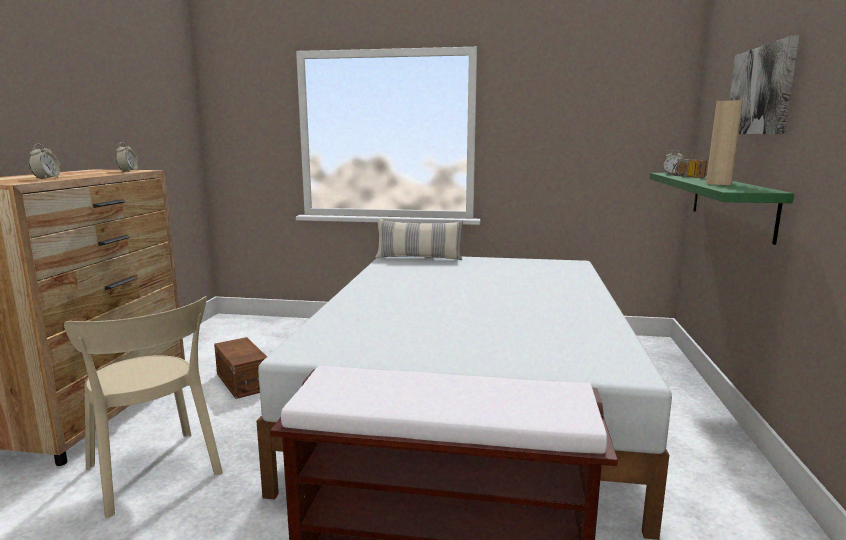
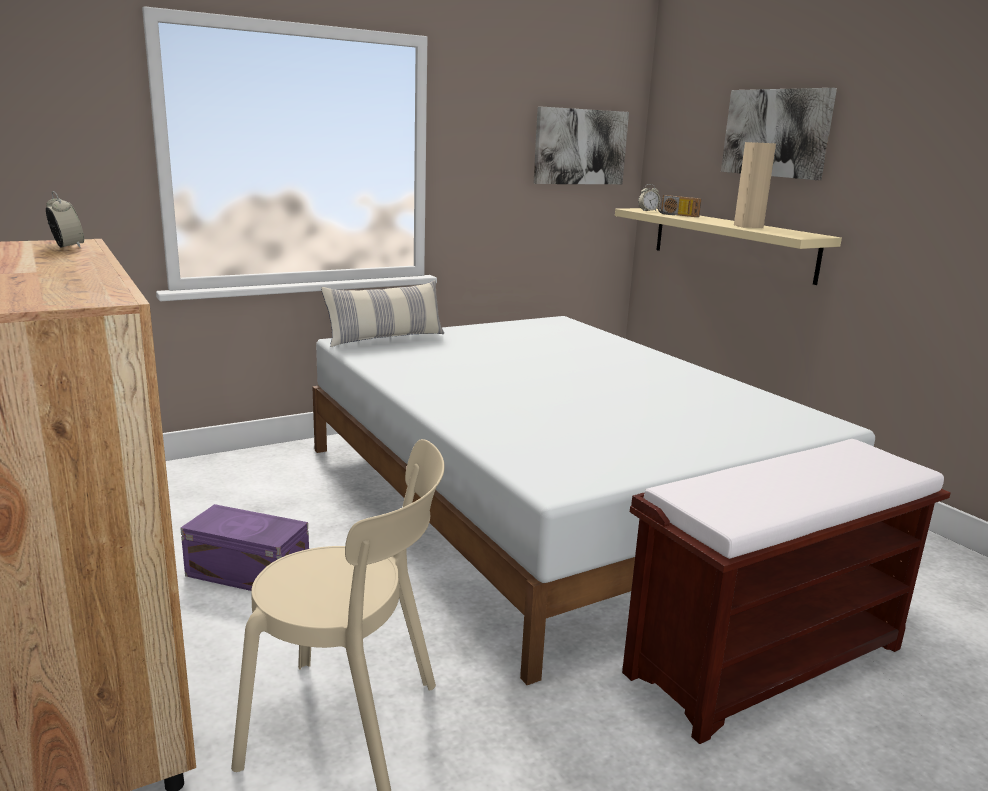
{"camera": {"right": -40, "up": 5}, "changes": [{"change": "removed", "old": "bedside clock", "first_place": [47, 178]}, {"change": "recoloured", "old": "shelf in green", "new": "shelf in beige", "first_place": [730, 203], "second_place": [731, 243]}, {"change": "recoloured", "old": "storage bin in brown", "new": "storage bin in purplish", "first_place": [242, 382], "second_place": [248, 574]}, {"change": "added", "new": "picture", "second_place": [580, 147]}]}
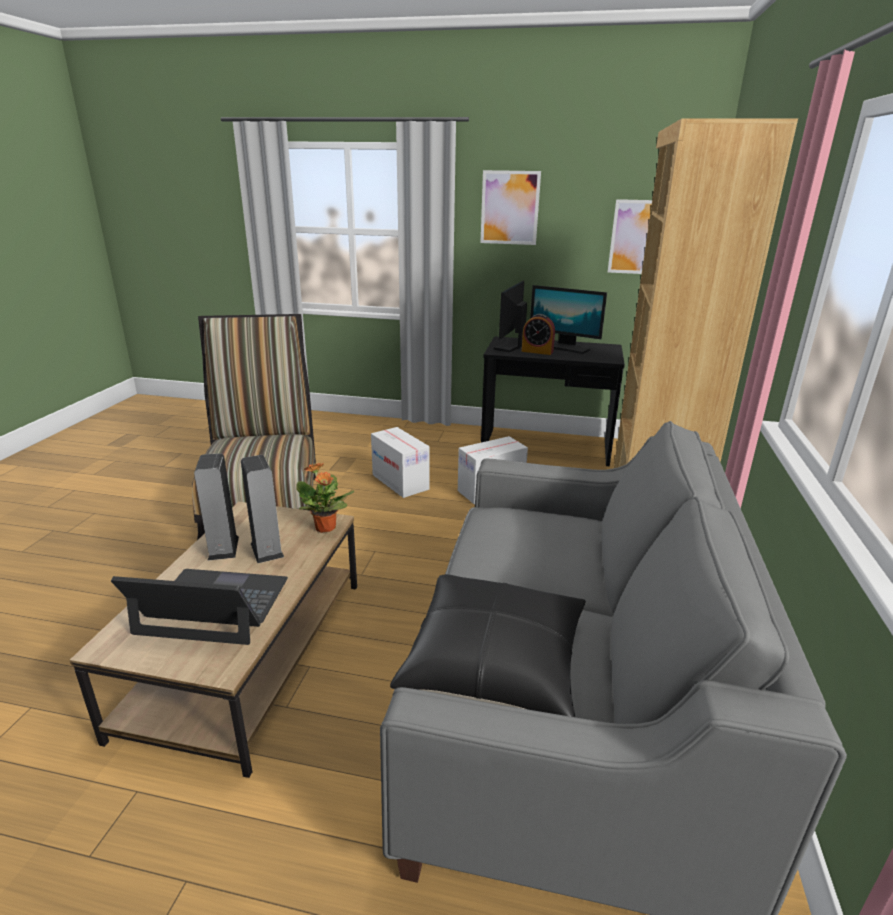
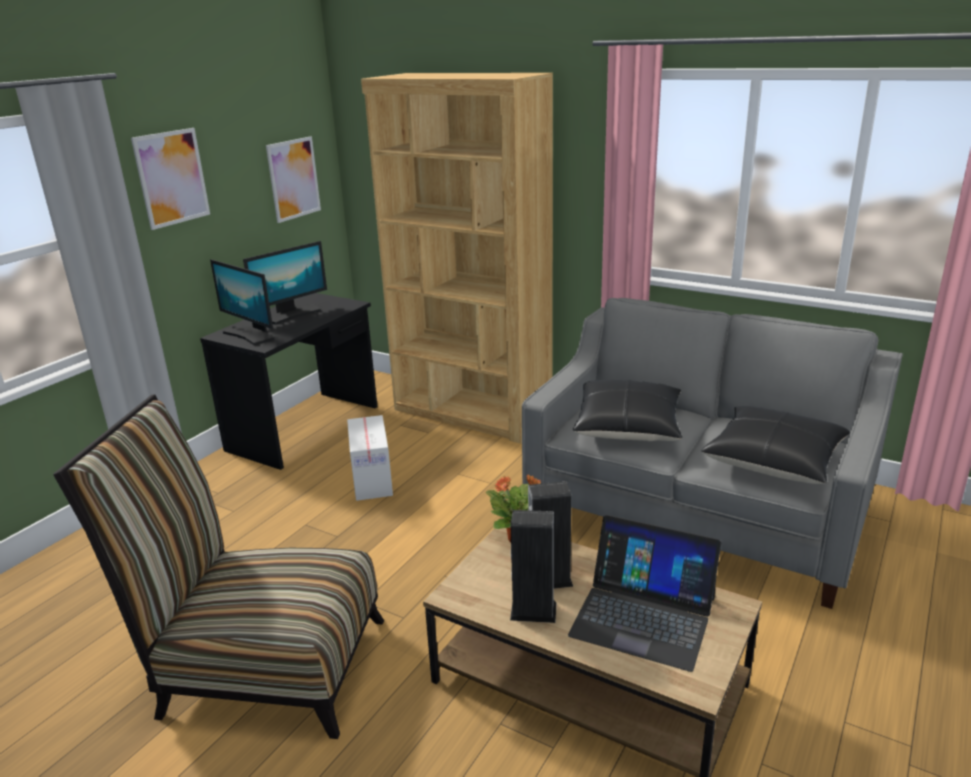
{"camera": {"right": -70, "up": 0}, "changes": [{"change": "removed", "old": "bedside clock", "first_place": [537, 351]}, {"change": "removed", "old": "carton", "first_place": [400, 482]}, {"change": "turned", "old": "notebook computer", "first_place": [213, 606], "second_place": [643, 615], "degrees": -90}, {"change": "added", "new": "pillow in black-coloured", "second_place": [628, 425]}]}
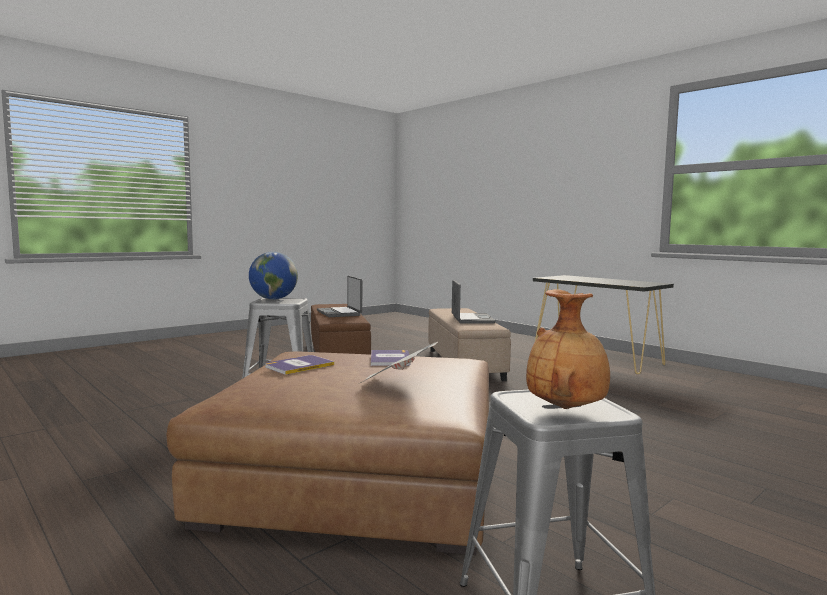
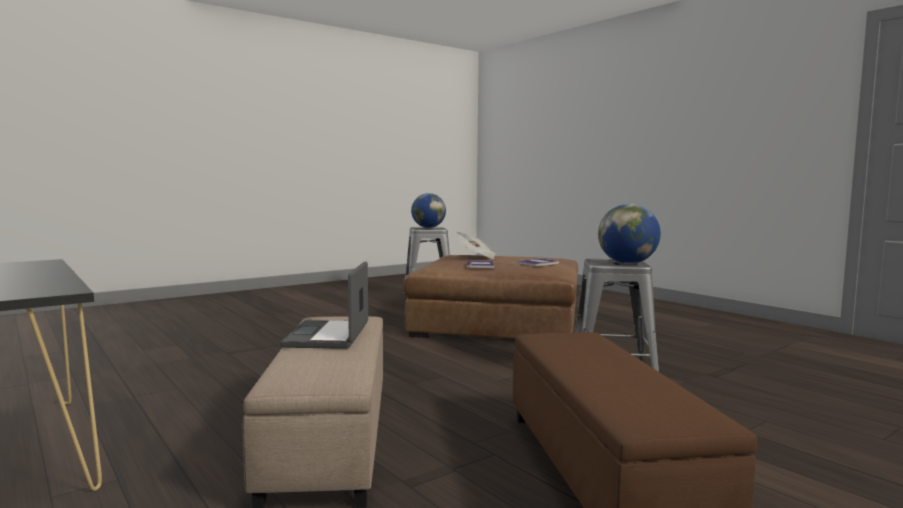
{"camera": {"right": -175, "up": 0}, "changes": [{"change": "removed", "old": "notebook computer", "first_place": [340, 313]}, {"change": "replaced", "old": "decorative vase in brown", "new": "world globe", "first_place": [567, 408], "second_place": [428, 227]}]}
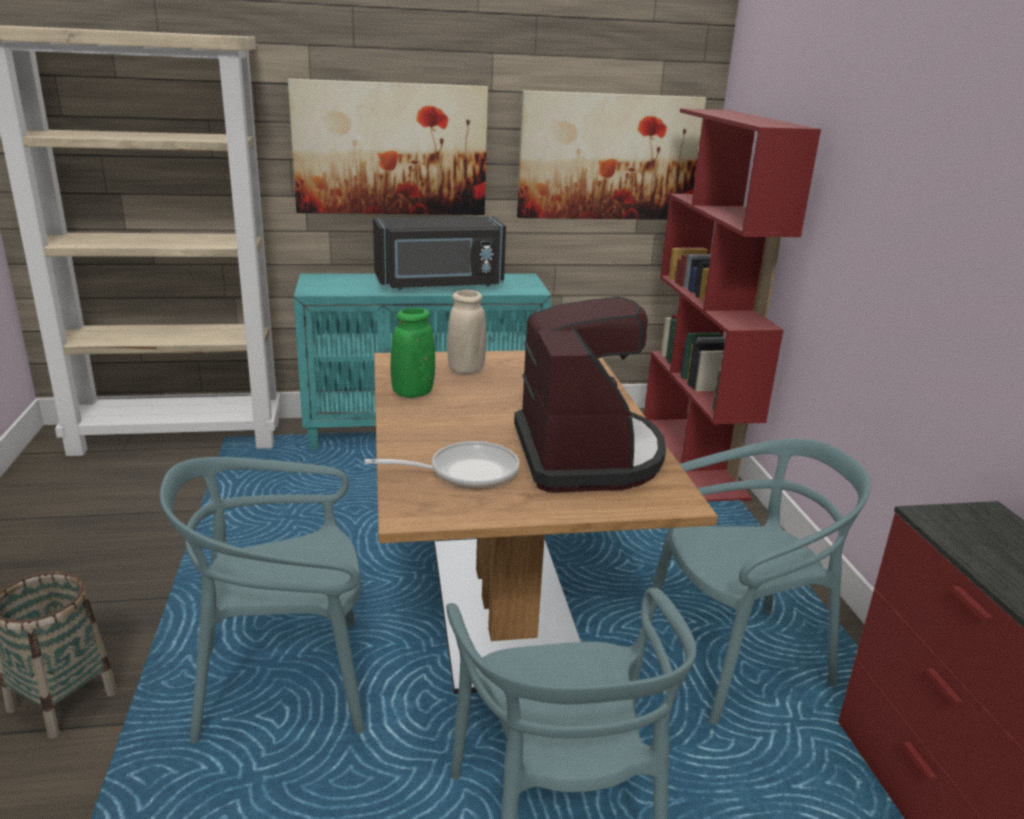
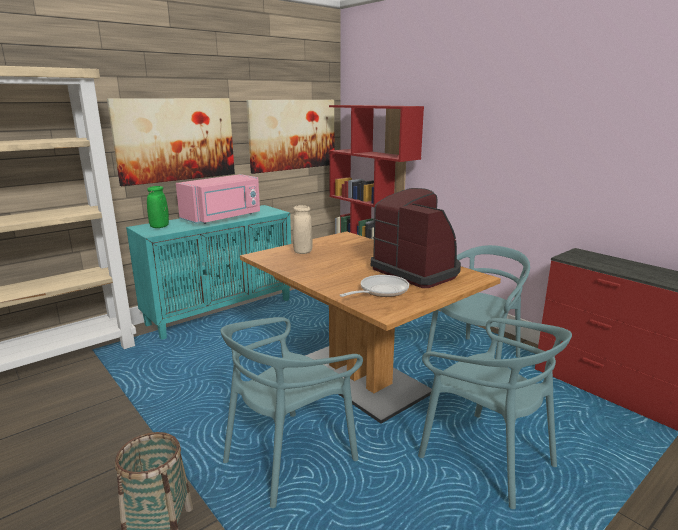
{"camera": {"right": -30, "up": -5}, "changes": [{"change": "recoloured", "old": "microwave in black-coloured", "new": "microwave in pink-coloured", "first_place": [440, 284], "second_place": [223, 218]}, {"change": "moved", "old": "decorative vase in green", "first_place": [413, 393], "second_place": [159, 227]}]}
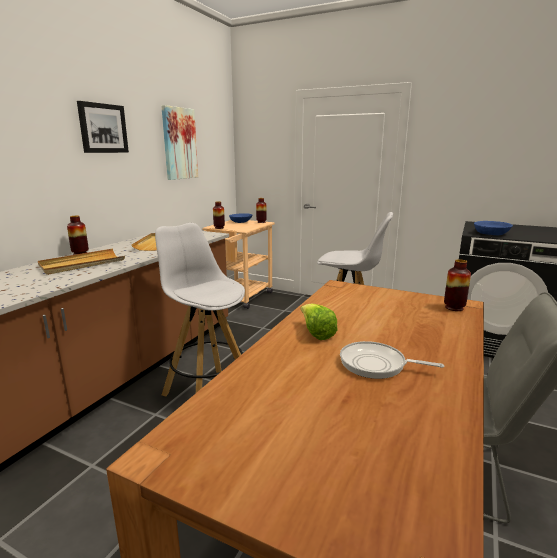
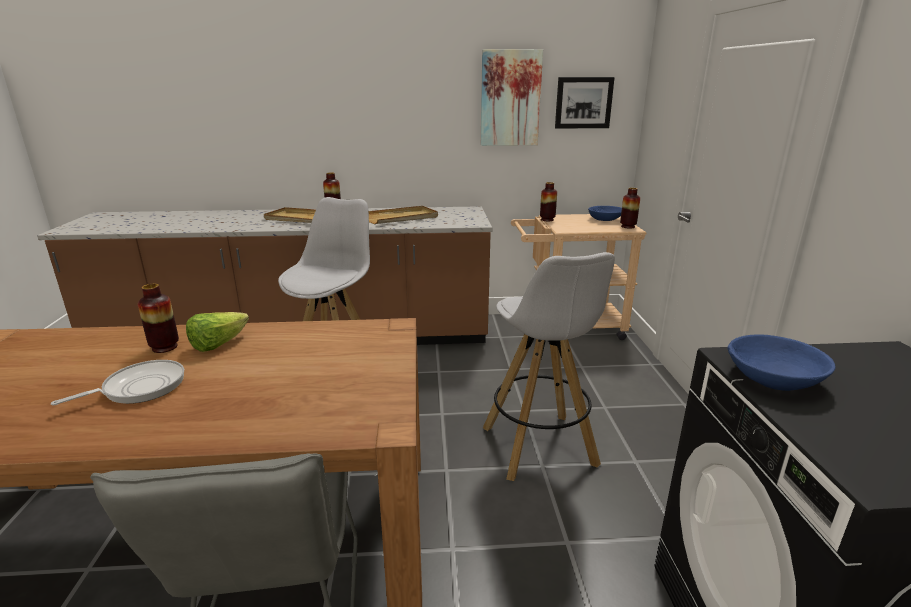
{"camera": {"right": 60, "up": 5}, "changes": [{"change": "moved", "old": "picture", "first_place": [103, 128], "second_place": [583, 103]}, {"change": "moved", "old": "decorative vase", "first_place": [454, 308], "second_place": [165, 347]}, {"change": "turned", "old": "skillet", "first_place": [376, 365], "second_place": [139, 388], "degrees": 60}]}
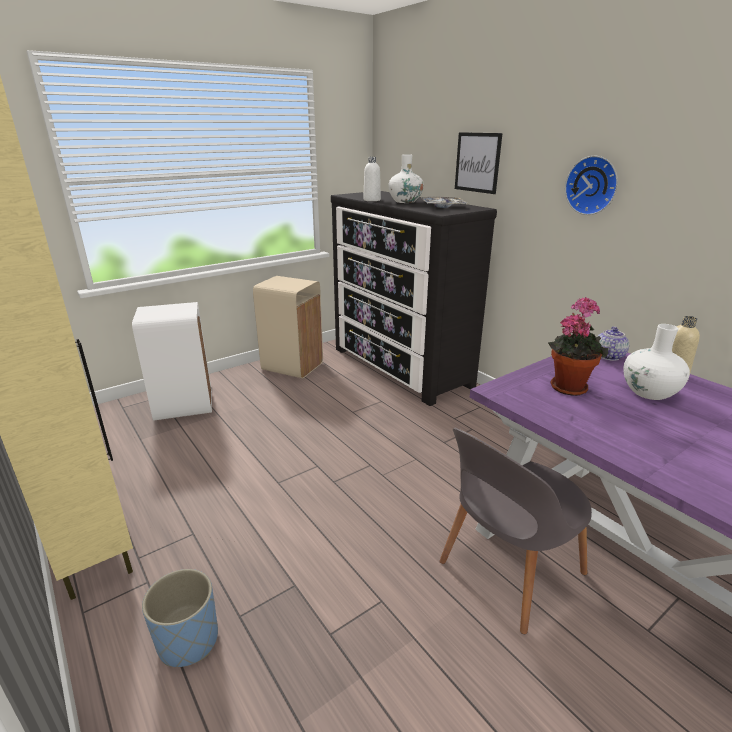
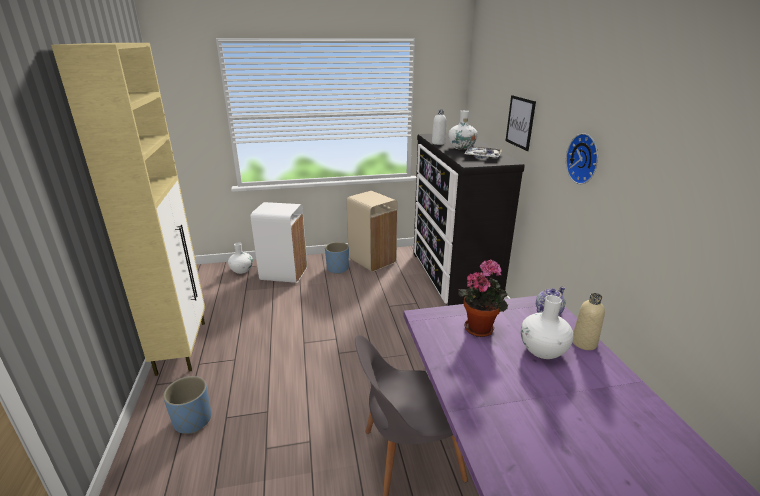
{"camera": {"right": 25, "up": 0}, "changes": [{"change": "added", "new": "decorative vase in white-coloured", "second_place": [241, 270]}, {"change": "added", "new": "plant pot in blue-coloured", "second_place": [337, 269]}]}
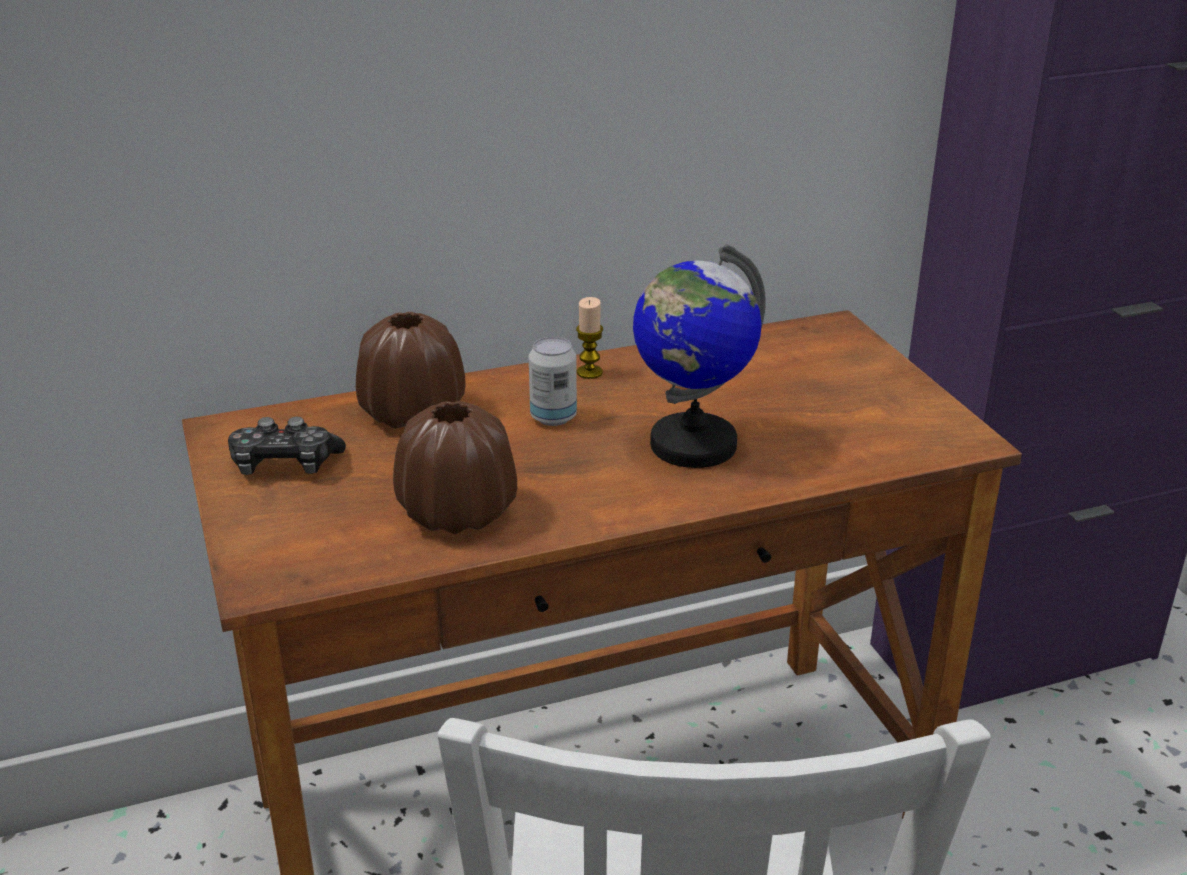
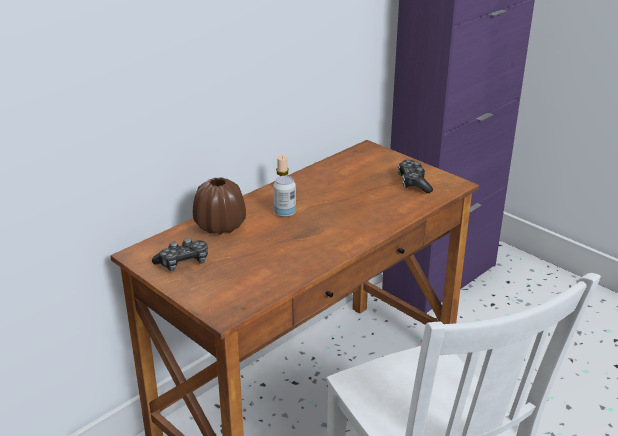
{"camera": {"right": -25, "up": 0}, "changes": [{"change": "removed", "old": "world globe", "first_place": [692, 444]}, {"change": "removed", "old": "decorative vase in brown", "first_place": [458, 513]}, {"change": "added", "new": "joypad", "second_place": [413, 183]}]}
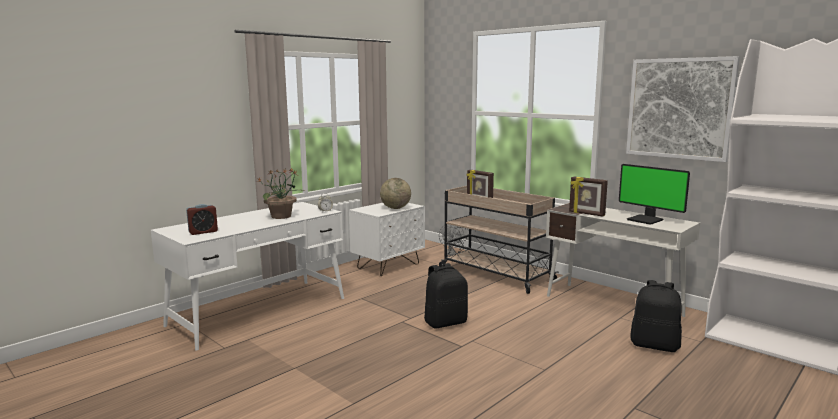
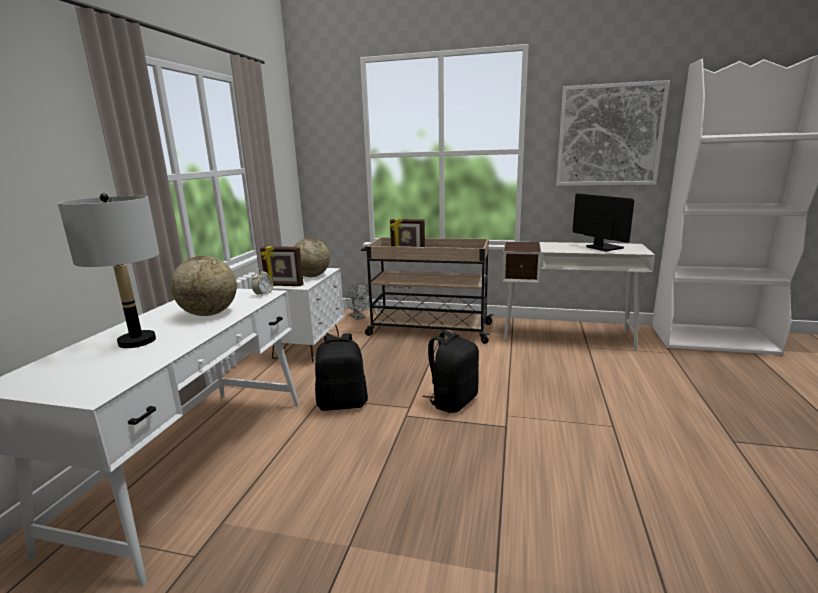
{"camera": {"right": -30, "up": 5}, "changes": [{"change": "turned", "old": "computer display", "first_place": [646, 220], "second_place": [603, 248], "degrees": -135}, {"change": "replaced", "old": "potted plant", "new": "world globe", "first_place": [282, 216], "second_place": [209, 314]}, {"change": "moved", "old": "standing frame", "first_place": [586, 214], "second_place": [284, 285]}, {"change": "removed", "old": "bedside clock", "first_place": [203, 232]}, {"change": "moved", "old": "backpack in black-coloured", "first_place": [655, 345], "second_place": [342, 403]}, {"change": "added", "new": "lamp for a table in grey", "second_place": [136, 341]}]}
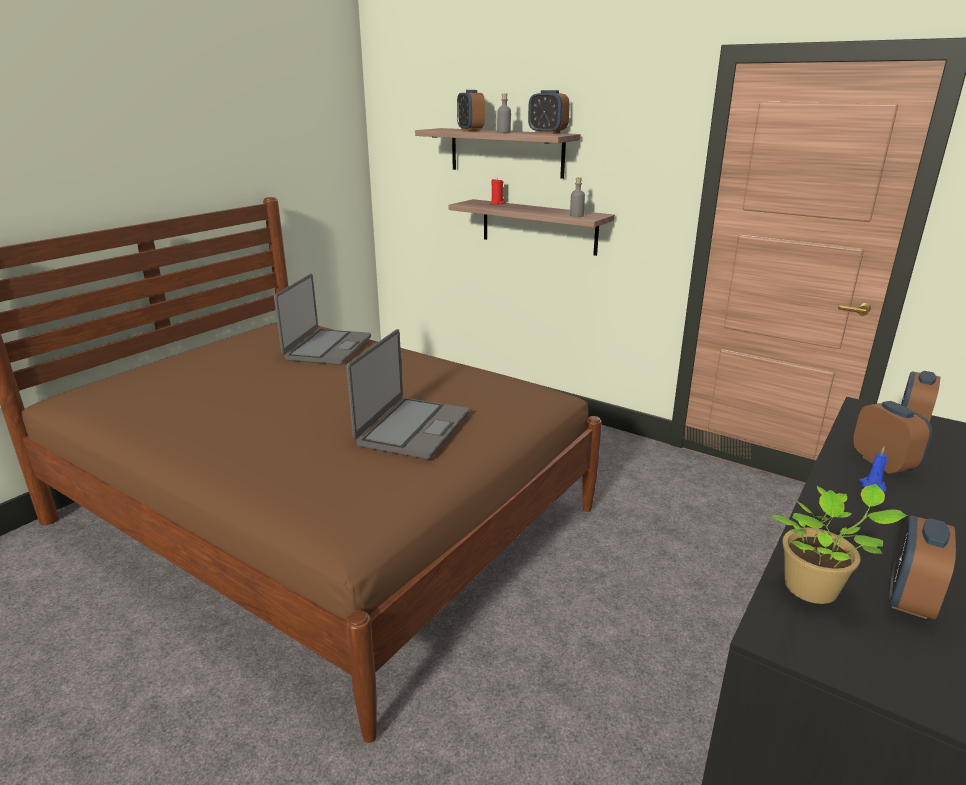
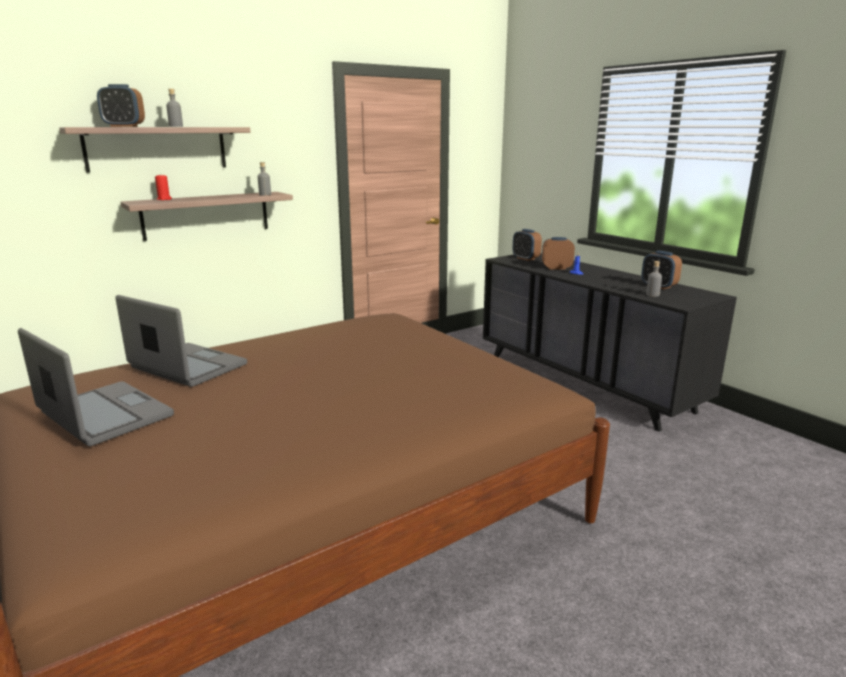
{"camera": {"right": -70, "up": -5}, "changes": [{"change": "removed", "old": "bedside clock", "first_place": [547, 133]}, {"change": "moved", "old": "notebook computer", "first_place": [412, 429], "second_place": [104, 415]}, {"change": "replaced", "old": "potted plant", "new": "drink bottle in grey", "first_place": [815, 589], "second_place": [652, 295]}]}
